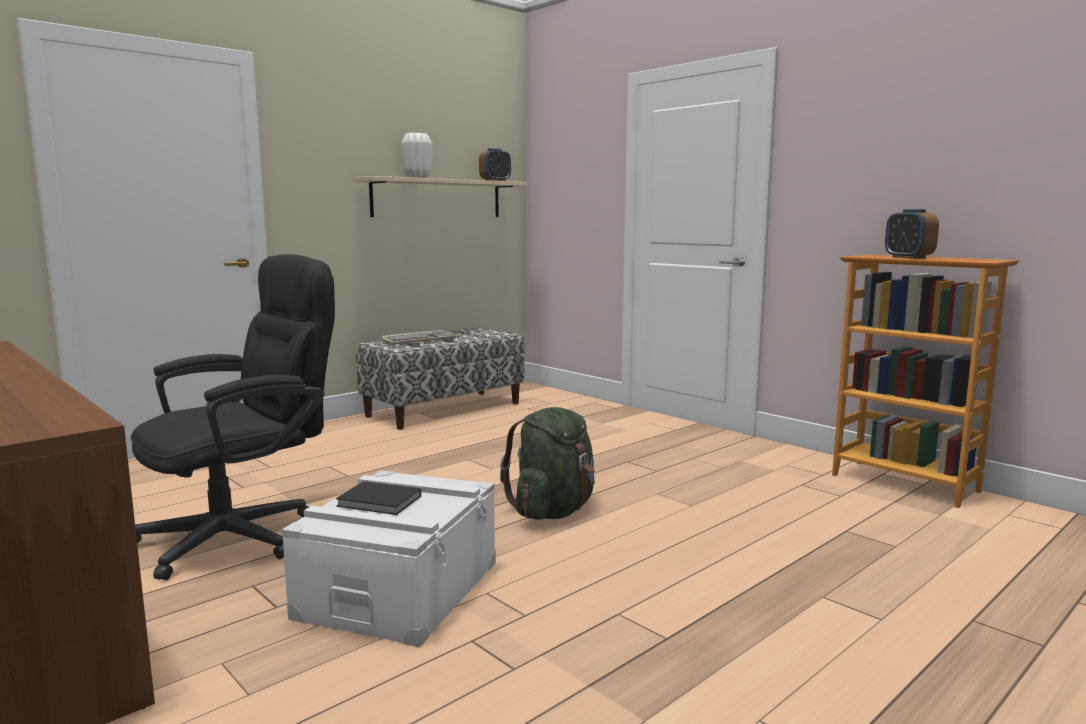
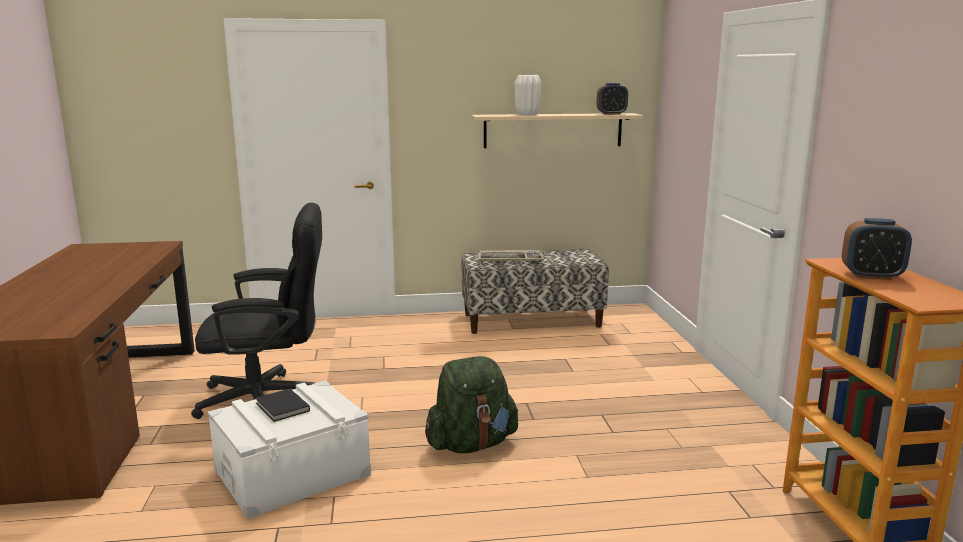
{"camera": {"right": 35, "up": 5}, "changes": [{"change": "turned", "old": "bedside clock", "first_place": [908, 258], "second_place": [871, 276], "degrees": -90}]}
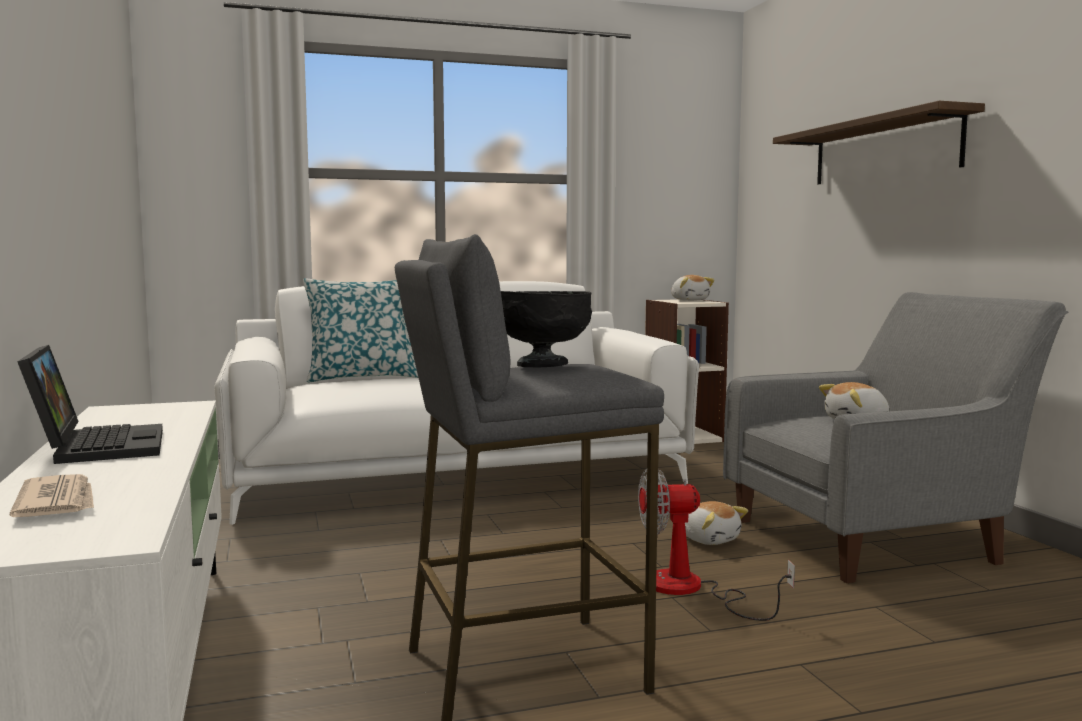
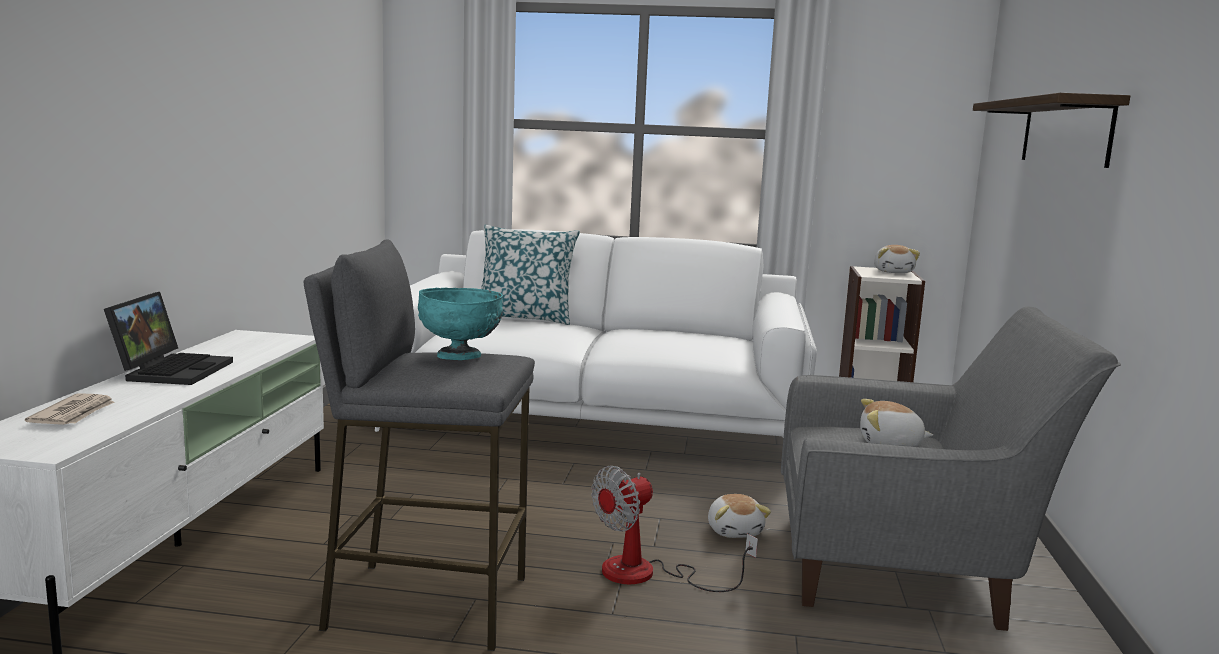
{"camera": {"right": 25, "up": 5}, "changes": [{"change": "recoloured", "old": "bowl in black-coloured", "new": "bowl in turquoise", "first_place": [543, 366], "second_place": [460, 357]}, {"change": "turned", "old": "fan", "first_place": [691, 590], "second_place": [647, 574], "degrees": -60}]}
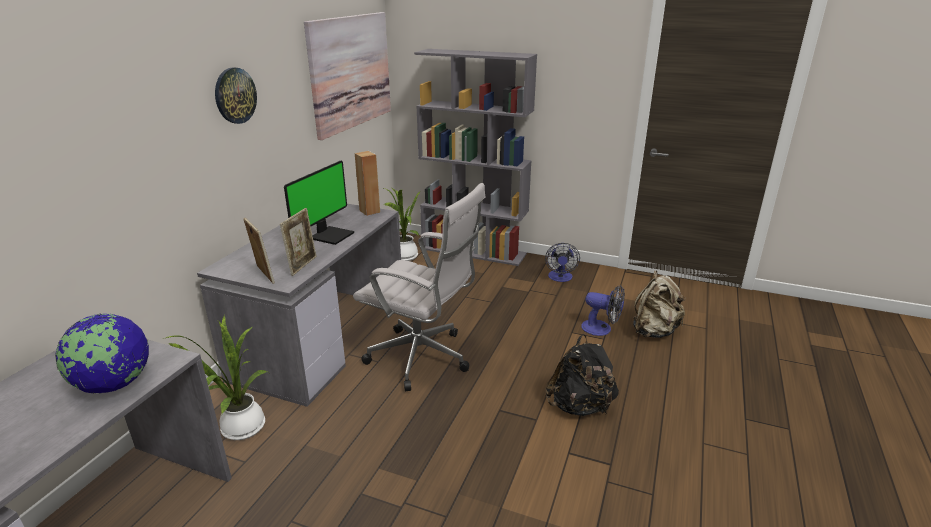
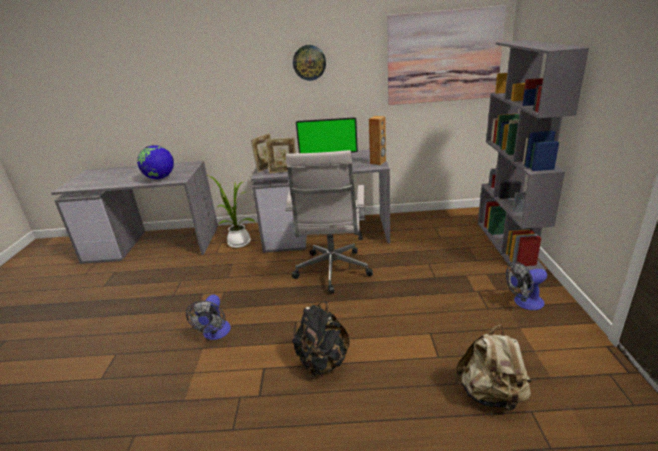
{"camera": {"right": 70, "up": 0}, "changes": [{"change": "removed", "old": "potted plant", "first_place": [404, 257]}, {"change": "moved", "old": "fan", "first_place": [601, 329], "second_place": [215, 334]}]}
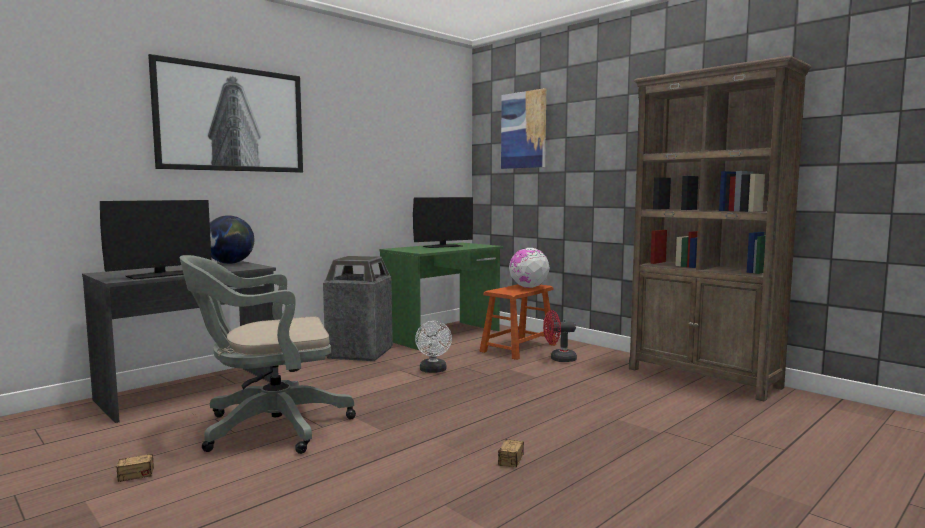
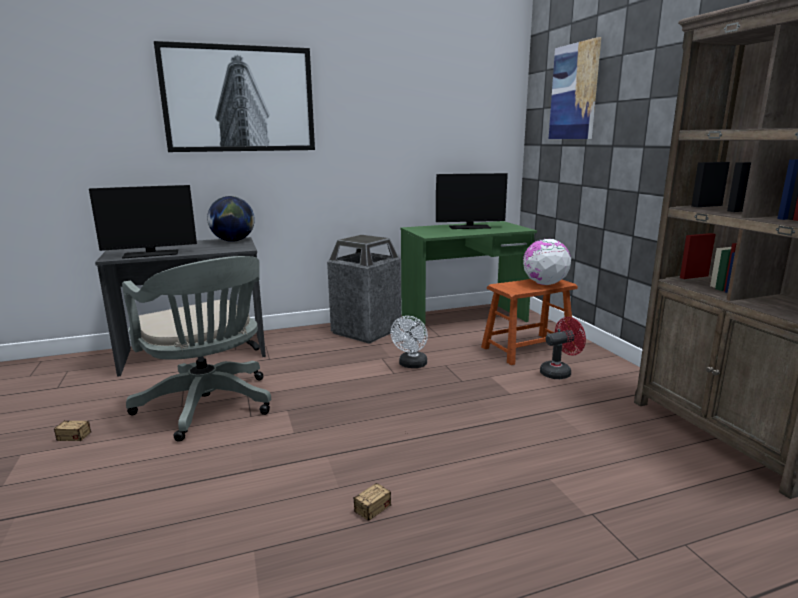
{"camera": {"right": 25, "up": 10}, "changes": [{"change": "turned", "old": "office chair in grey", "first_place": [268, 427], "second_place": [209, 407], "degrees": -135}, {"change": "turned", "old": "fan in red-coloured", "first_place": [559, 359], "second_place": [559, 372], "degrees": 135}]}
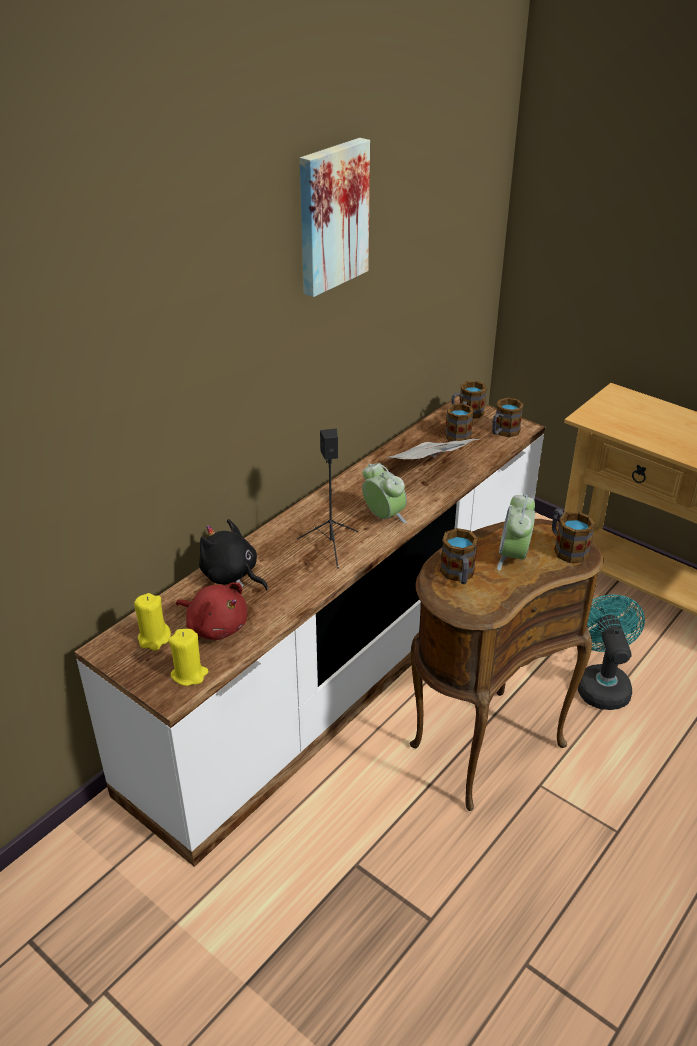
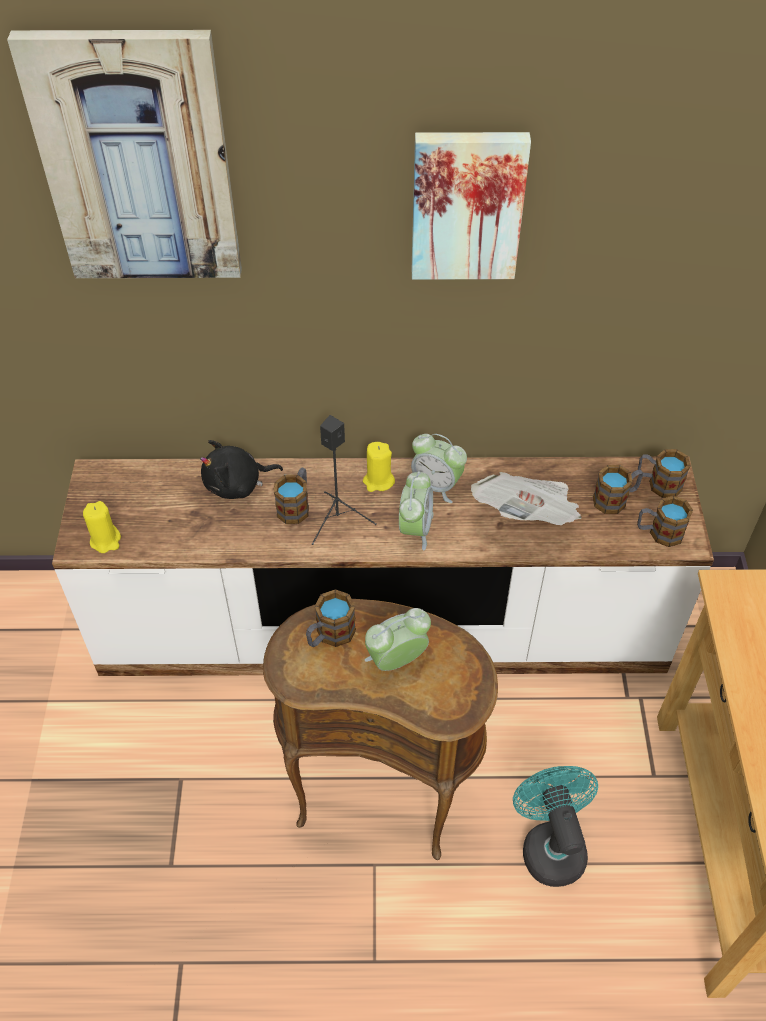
{"camera": {"right": 50, "up": 15}, "changes": [{"change": "moved", "old": "coffee mug", "first_place": [566, 548], "second_place": [296, 505]}, {"change": "turned", "old": "cuddly toy in black-coloured", "first_place": [232, 575], "second_place": [237, 484], "degrees": -105}, {"change": "removed", "old": "cuddly toy in red-coloured", "first_place": [215, 626]}, {"change": "moved", "old": "wax light in yellow-coloured", "first_place": [154, 638], "second_place": [378, 481]}, {"change": "turned", "old": "fan in turquoise", "first_place": [600, 684], "second_place": [550, 844], "degrees": -60}, {"change": "added", "new": "picture", "second_place": [137, 160]}, {"change": "added", "new": "bedside clock", "second_place": [436, 485]}]}
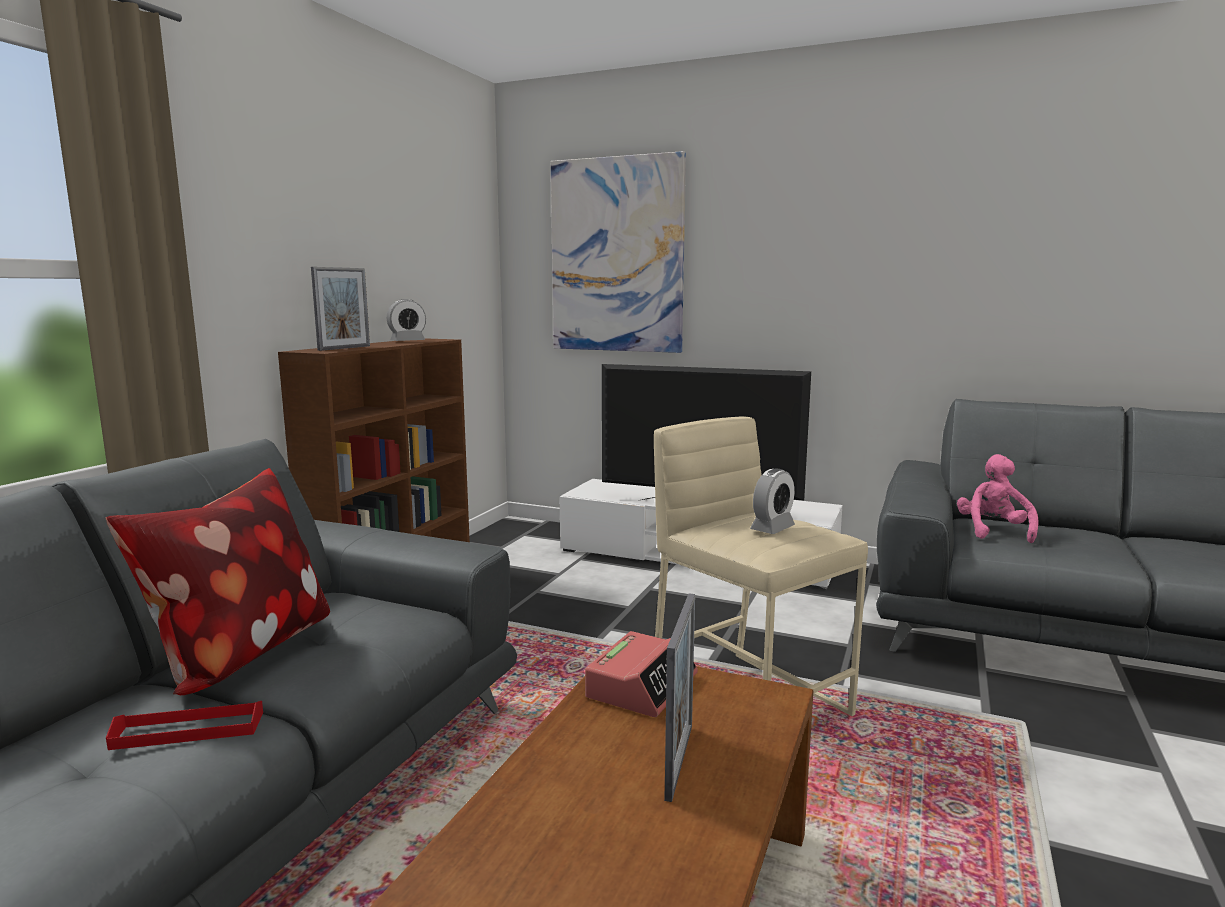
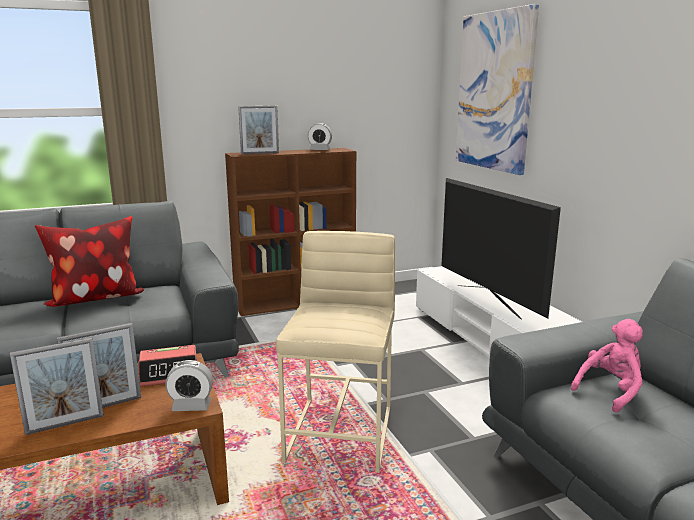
{"camera": {"right": 45, "up": 5}, "changes": [{"change": "moved", "old": "bedside clock", "first_place": [772, 528], "second_place": [191, 406]}, {"change": "removed", "old": "tray in red-coloured", "first_place": [188, 730]}, {"change": "added", "new": "standing frame", "second_place": [65, 424]}]}
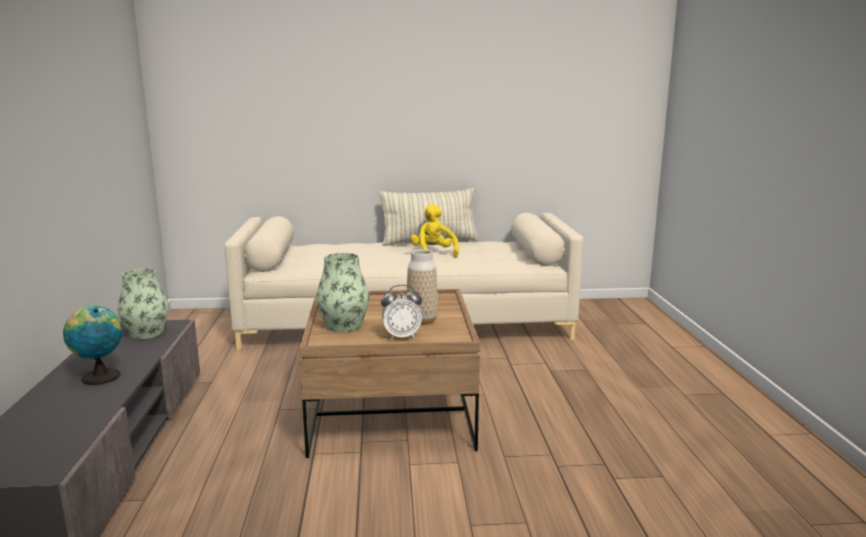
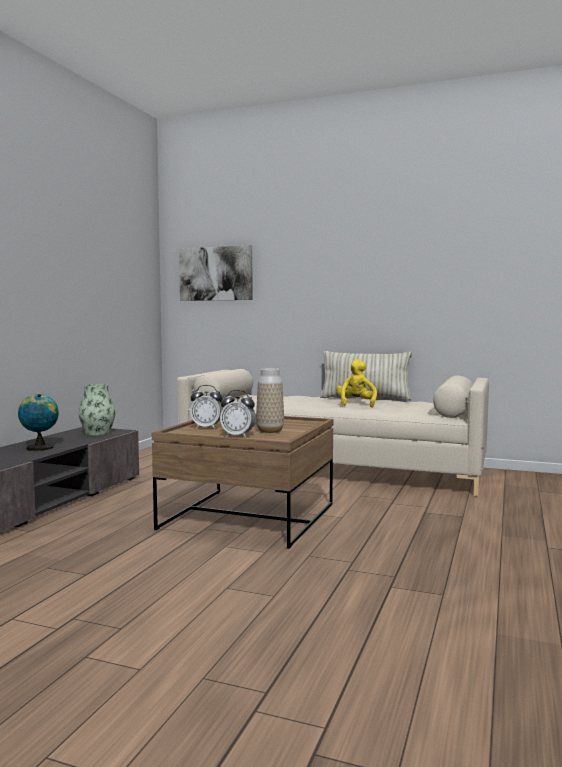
{"camera": {"right": 25, "up": -10}, "changes": [{"change": "replaced", "old": "decorative vase", "new": "bedside clock", "first_place": [344, 325], "second_place": [207, 428]}, {"change": "added", "new": "picture", "second_place": [216, 274]}]}
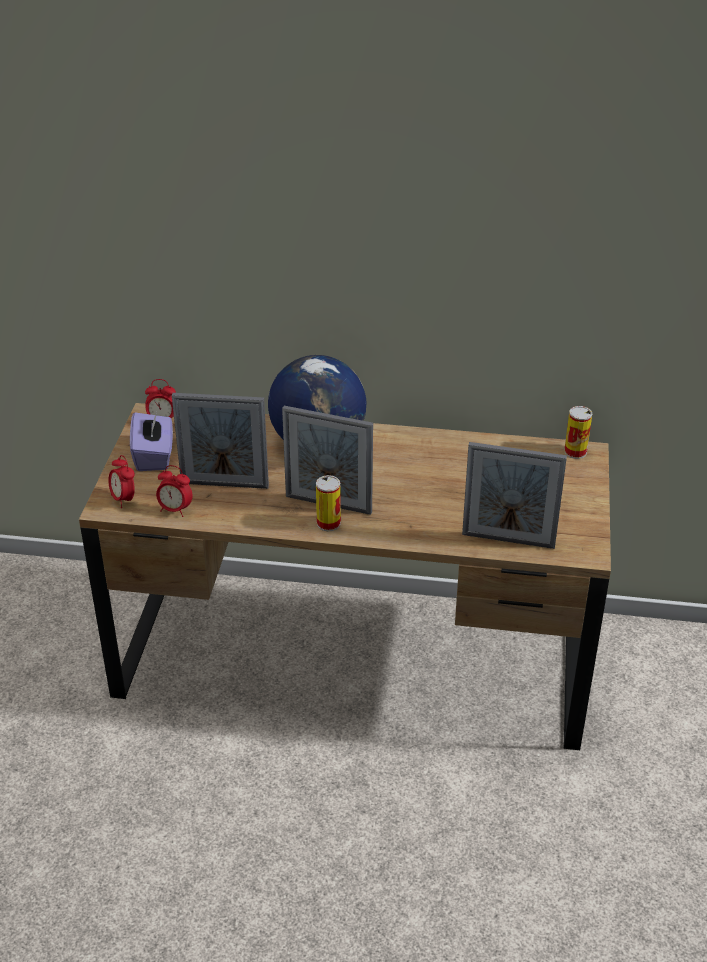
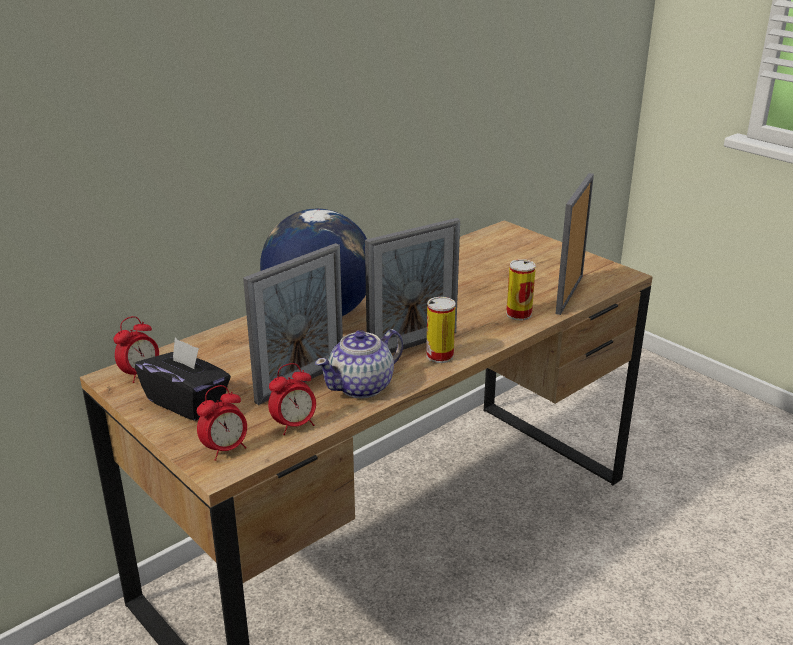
{"camera": {"right": -50, "up": -10}, "changes": [{"change": "moved", "old": "metal can", "first_place": [575, 452], "second_place": [518, 314]}, {"change": "recoloured", "old": "tissue holder in purplish", "new": "tissue holder in black-coloured", "first_place": [154, 456], "second_place": [187, 402]}, {"change": "turned", "old": "standing frame", "first_place": [508, 540], "second_place": [569, 294], "degrees": 150}, {"change": "turned", "old": "bedside clock", "first_place": [124, 499], "second_place": [225, 449], "degrees": -45}, {"change": "added", "new": "pot for tea", "second_place": [362, 386]}]}
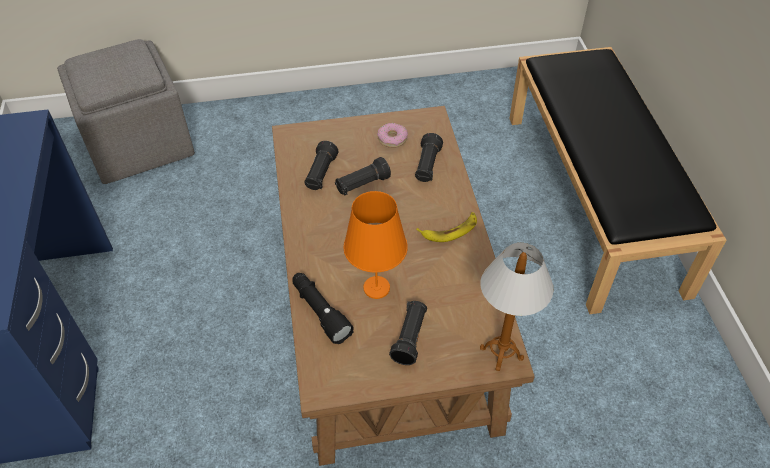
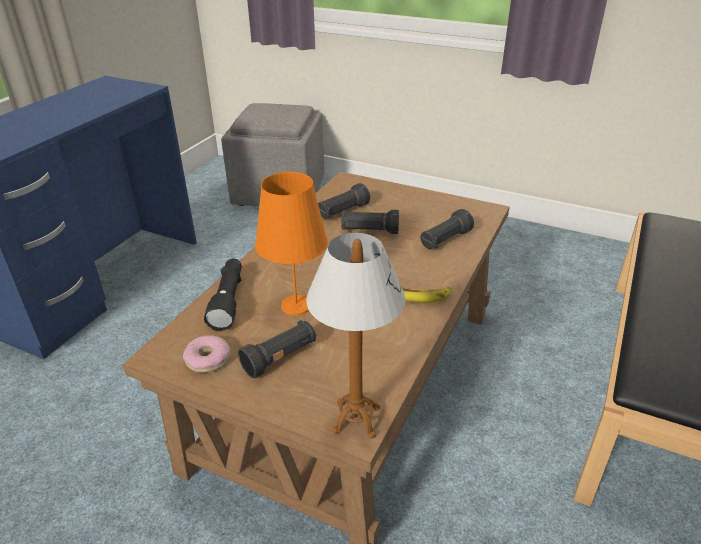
{"camera": {"right": 35, "up": -15}, "changes": [{"change": "moved", "old": "donut", "first_place": [392, 139], "second_place": [208, 359]}]}
